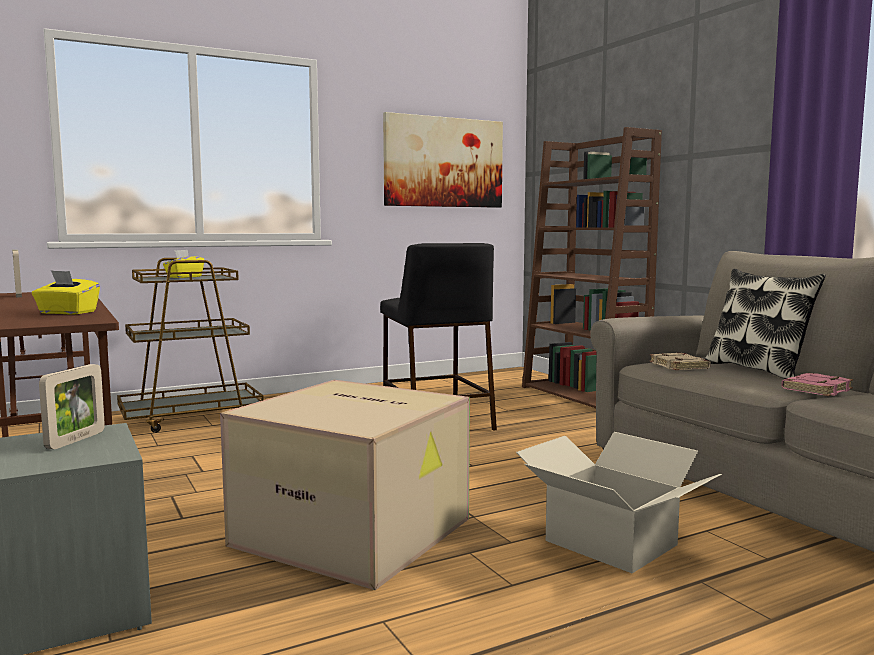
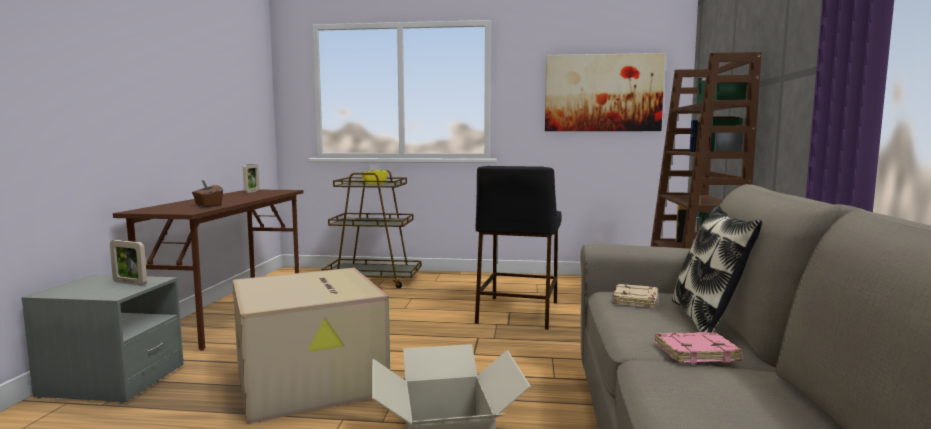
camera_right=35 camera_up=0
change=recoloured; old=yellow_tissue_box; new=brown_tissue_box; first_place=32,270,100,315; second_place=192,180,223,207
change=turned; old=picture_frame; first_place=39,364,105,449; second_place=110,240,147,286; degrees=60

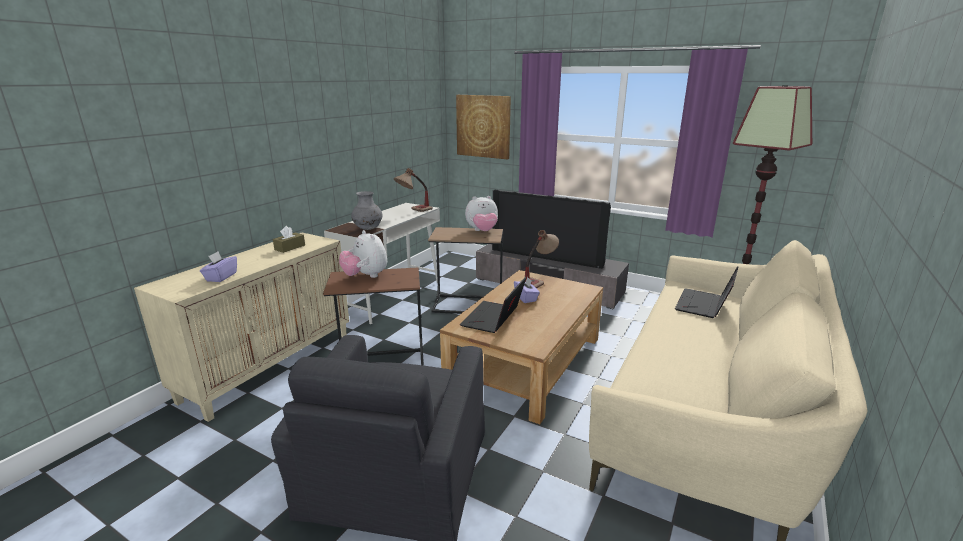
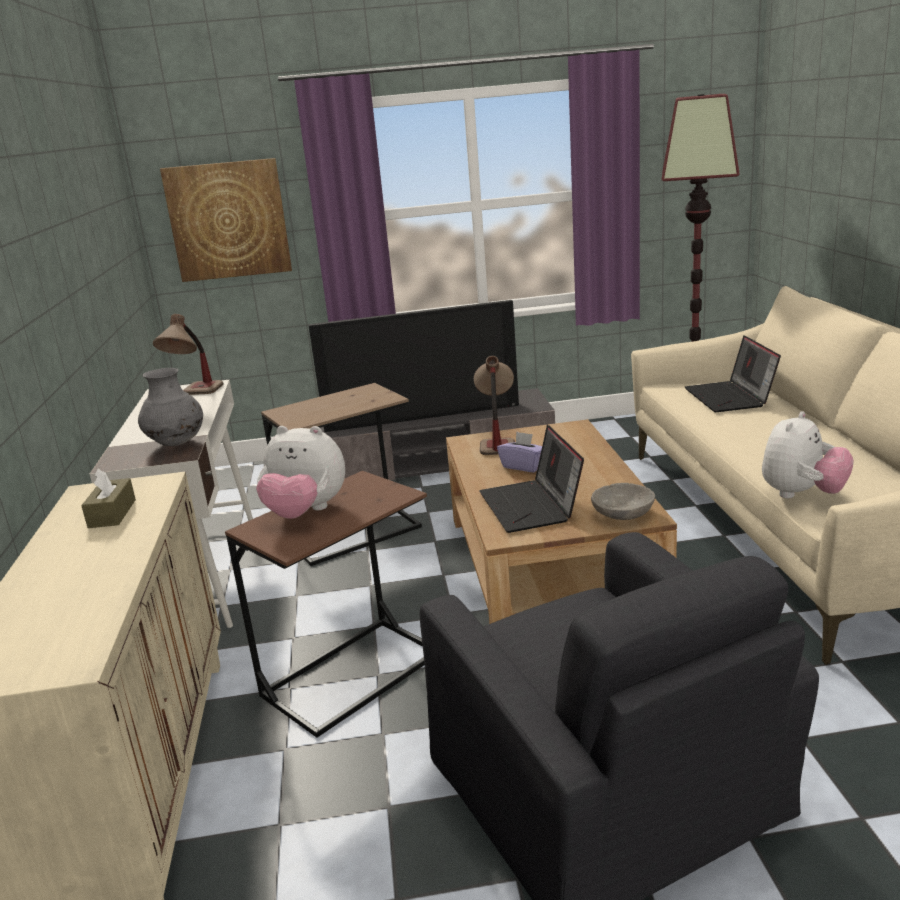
camera_right=-35 camera_up=0
change=moved; old=plush_toy; first_place=465,196,498,231; second_place=762,411,854,498
change=removed; old=purple_tissue_box; first_place=200,251,237,282
change=added; new=grey_bowl; second_place=591,483,655,520

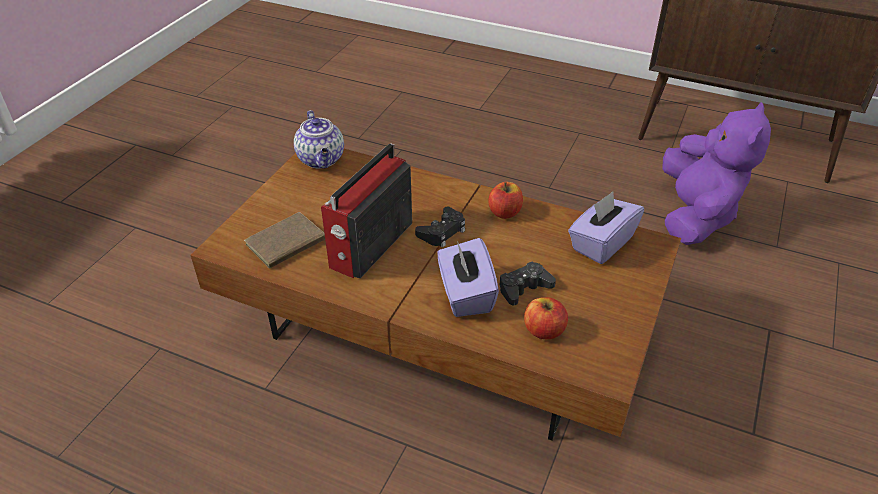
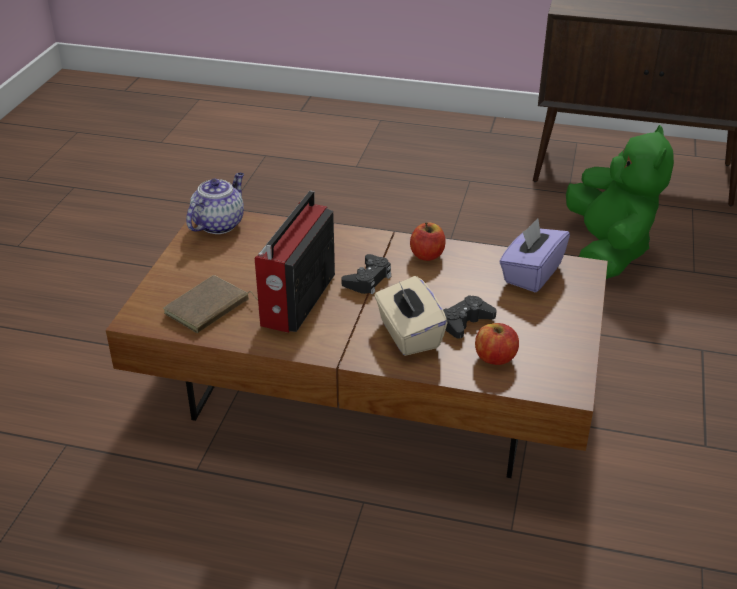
camera_right=-10 camera_up=-5
change=recoloured; old=purple_plush_toy; new=green_plush_toy; first_place=662,102,771,245; second_place=566,125,674,279
change=turned; old=teapot; first_place=294,110,344,169; second_place=186,173,244,234; degrees=-120
change=recoloured; old=purple_tissue_box; new=beige_tissue_box; first_place=437,238,499,317; second_place=374,276,448,356

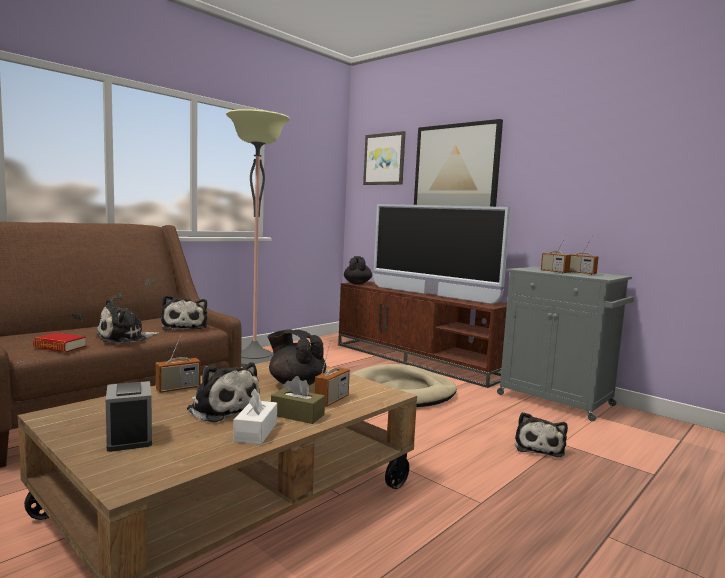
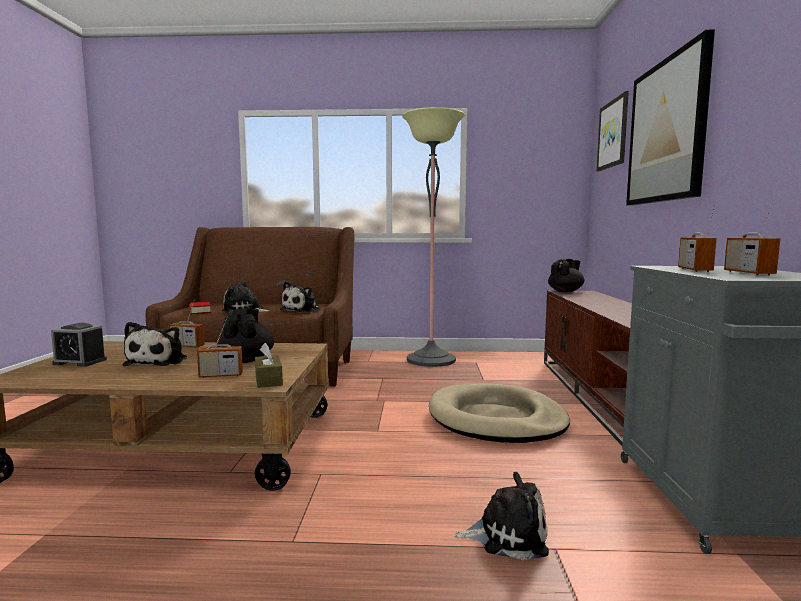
camera_right=50 camera_up=0
change=removed; old=television; first_place=373,204,511,304
change=moved; old=brown_tissue_box; first_place=271,376,325,424; second_place=255,343,283,388
change=turned; old=alarm_clock; first_place=106,381,152,452; second_place=51,323,107,367; degrees=75
change=removed; old=white_tissue_box; first_place=233,389,277,444
change=turned; old=plush_toy; first_place=515,412,568,457; second_place=454,472,549,560; degrees=-150

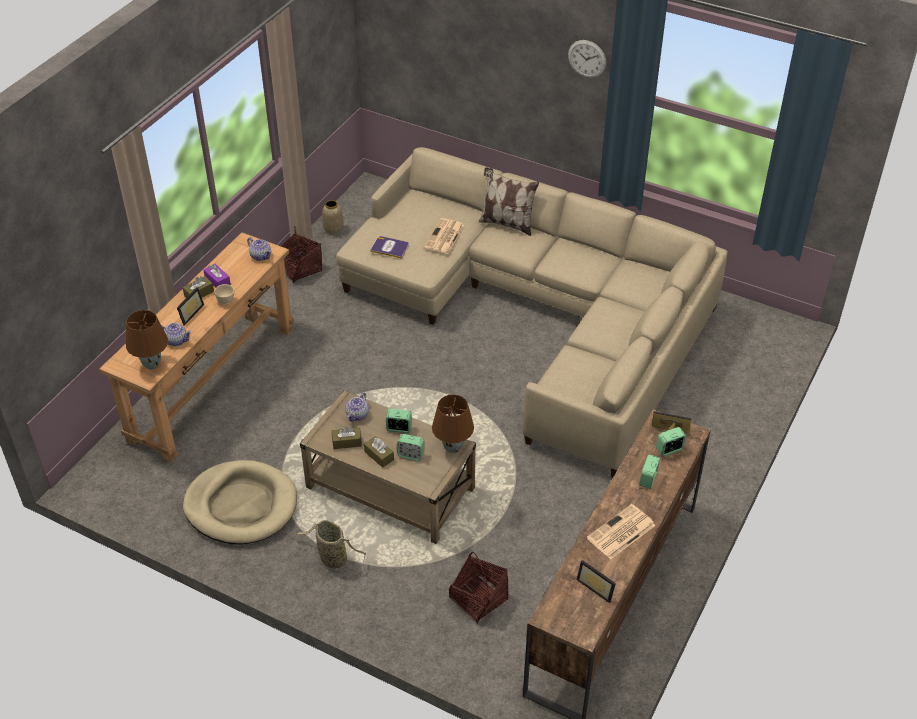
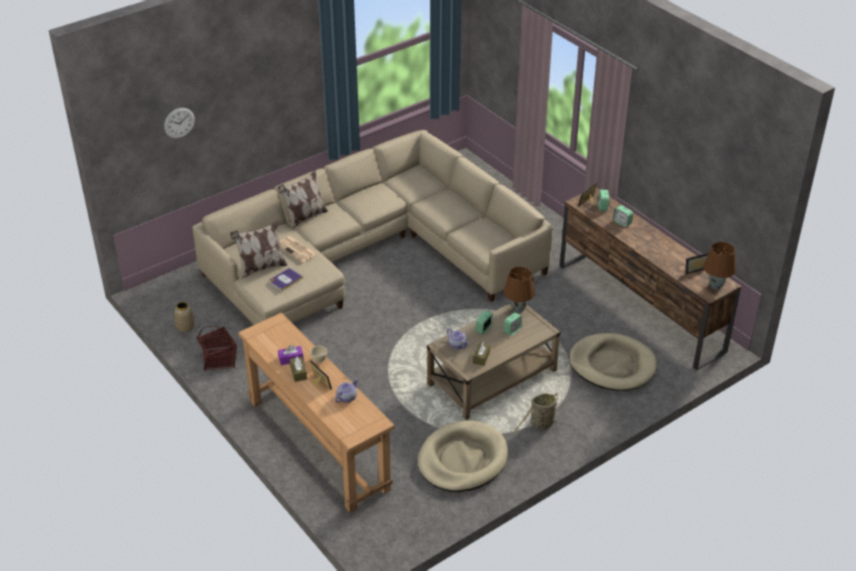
camera_right=-65 camera_up=-5
change=moved; old=wall_clock; first_place=568,40,606,78; second_place=164,108,195,139
change=removed; old=teapot; first_place=247,237,272,261
change=moved; old=brown_table_lamp; first_place=126,310,168,370; second_place=703,242,736,290
change=removed; old=brown_tissue_box; first_place=364,436,394,468
change=removed; old=newspaper; first_place=587,504,655,559
change=replaced; old=basket; new=beige_dog_bed; first_place=449,552,508,624; second_place=569,333,657,391
change=added; new=pillow; second_place=230,221,287,279

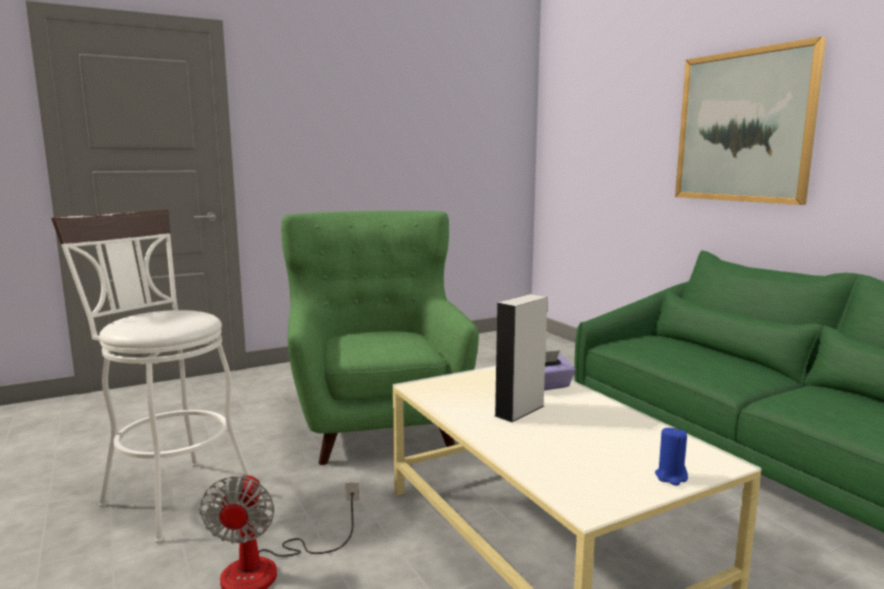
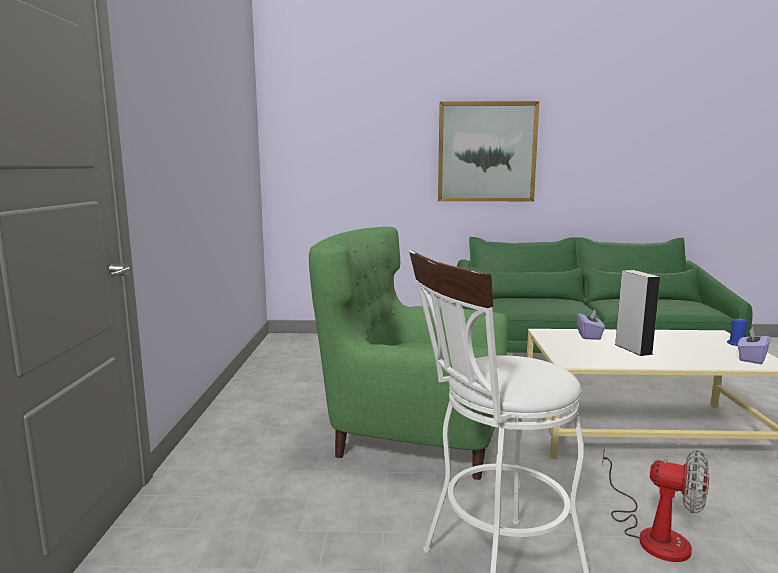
camera_right=-60 camera_up=0
change=added; new=purple_tissue_box; second_place=738,327,770,364

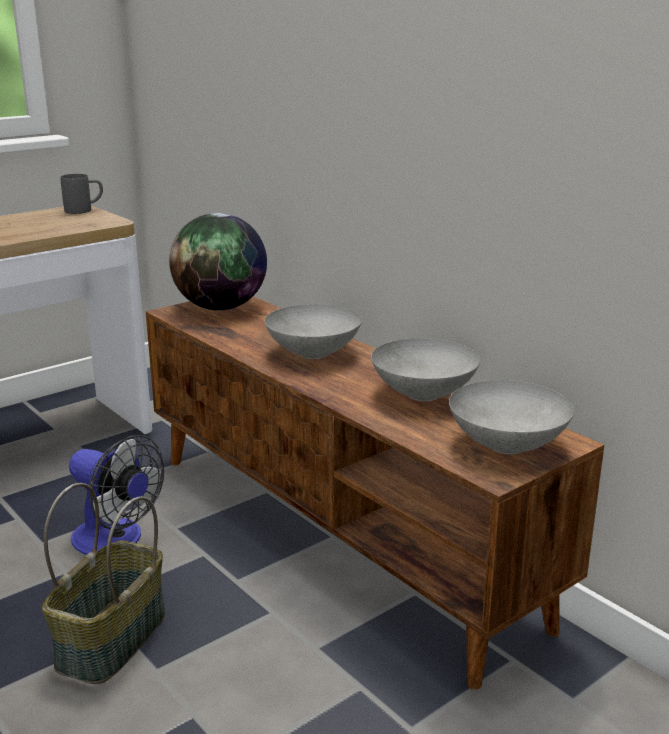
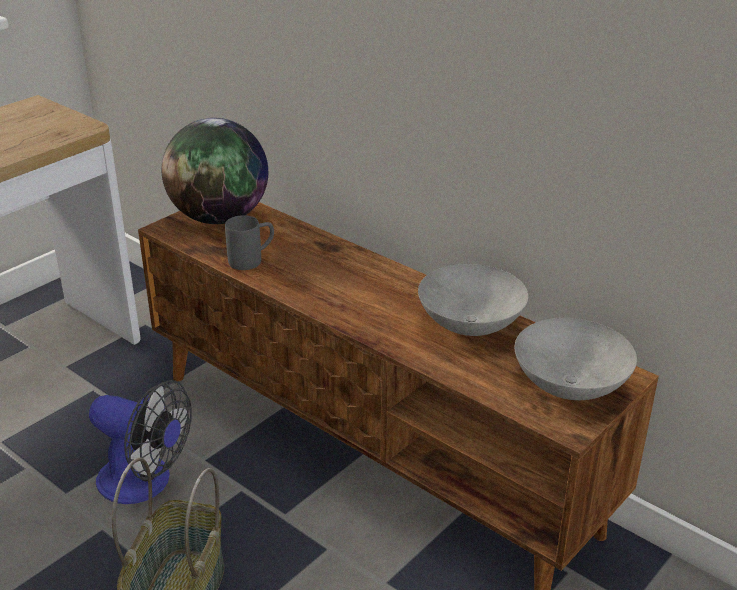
camera_right=-10 camera_up=10
change=moved; old=grey_mug; first_place=60,174,103,214; second_place=225,215,274,270
change=removed; old=grey_bowl; first_place=265,304,362,359

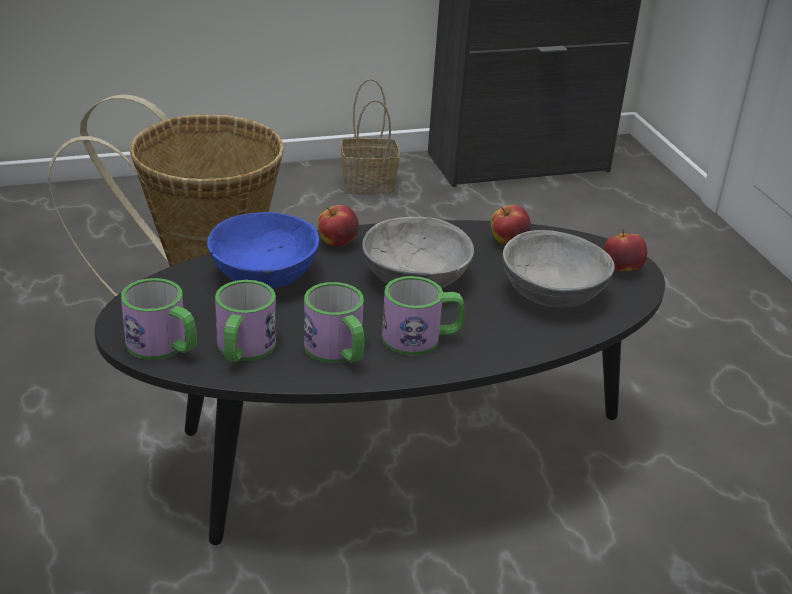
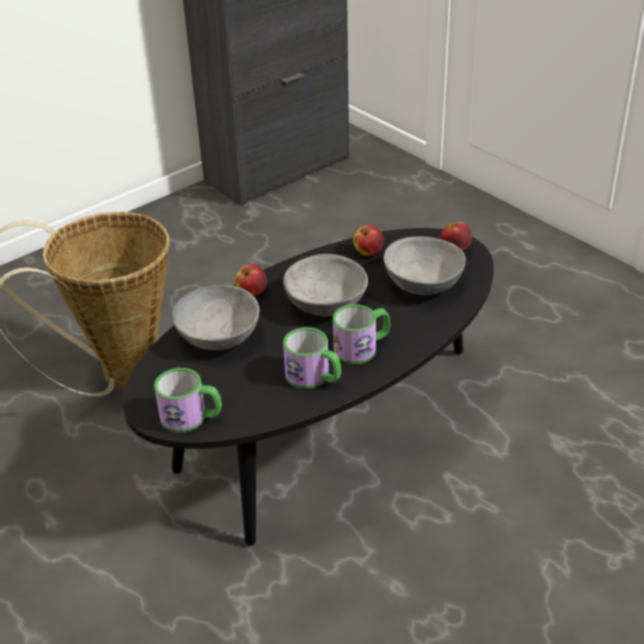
camera_right=-20 camera_up=5
change=removed; old=basket; first_place=341,78,399,194
change=recoloured; old=blue_bowl; new=grey_bowl; first_place=207,212,319,288; second_place=172,285,260,350
change=removed; old=mug; first_place=215,280,276,362

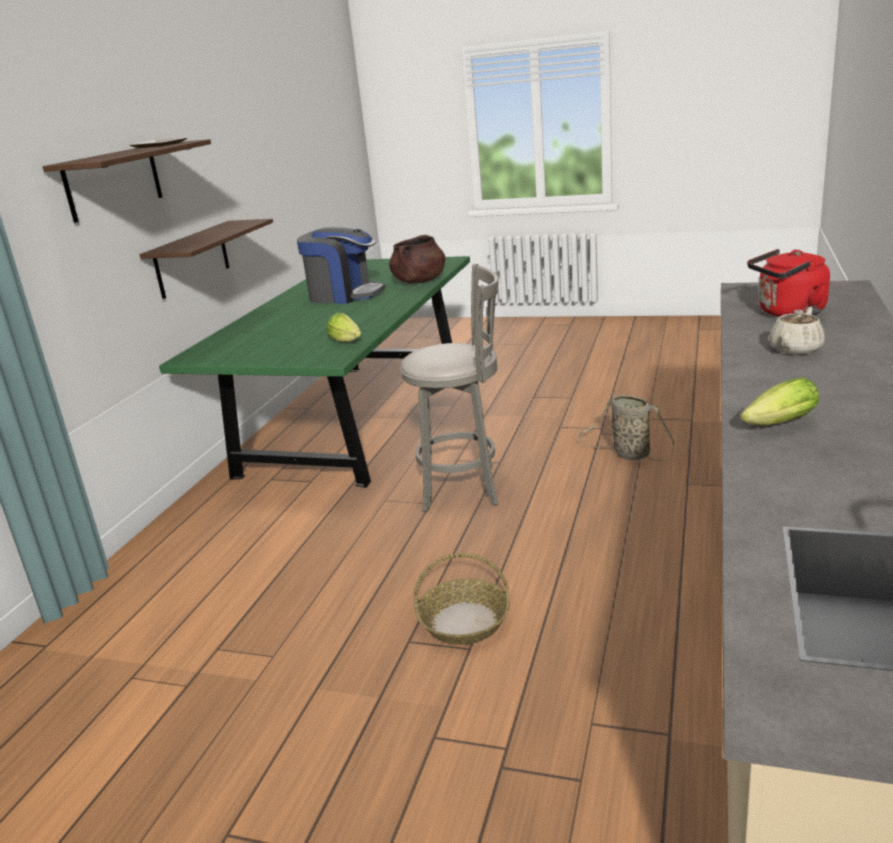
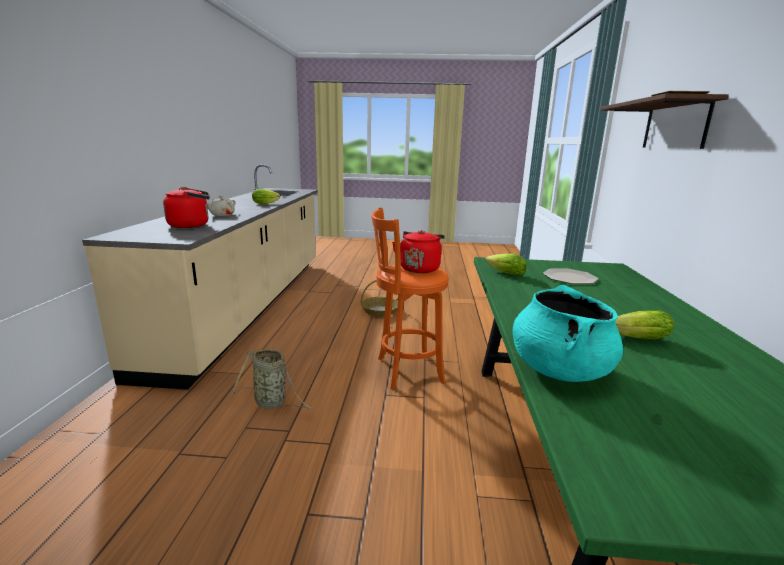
camera_right=165 camera_up=-5
change=removed; old=shelf; first_place=139,219,273,299
change=replaced; old=coffee_machine; new=lettuce; first_place=297,227,385,304; second_place=615,310,674,339
change=recoloured; old=brown_cooking_pot; new=turquoise_cooking_pot; first_place=389,235,445,283; second_place=513,285,623,382
change=recoloured; old=grey_stool; new=orange_stool; first_place=400,264,499,512; second_place=371,207,449,390
change=added; new=red_kettle; second_place=392,230,445,273
change=added; new=plate; second_place=543,269,598,284

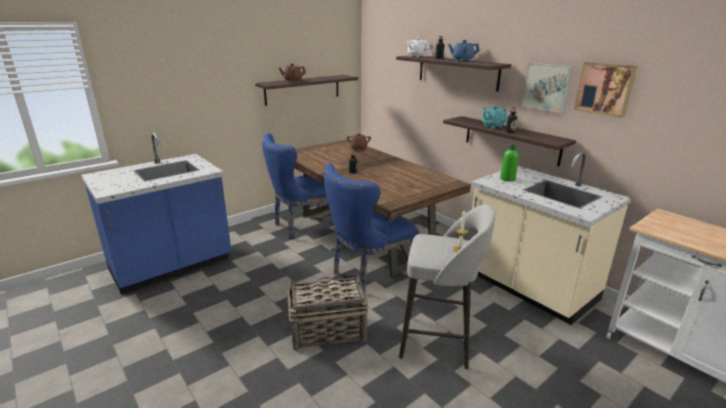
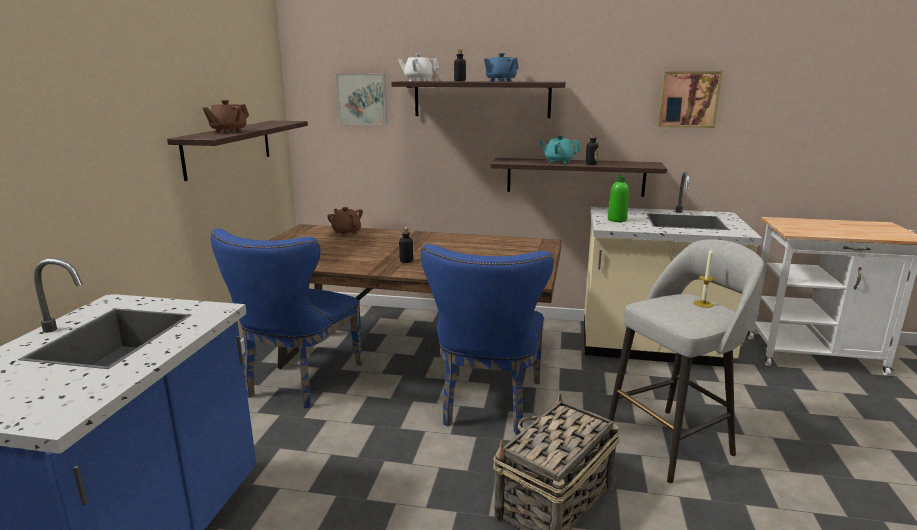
camera_right=-40 camera_up=-5
change=moved; old=picture; first_place=522,63,574,113; second_place=336,74,387,125

